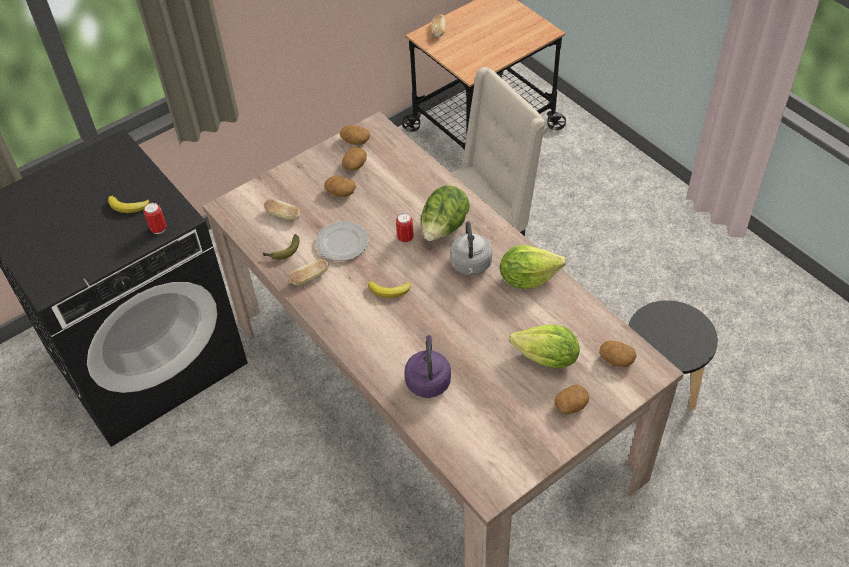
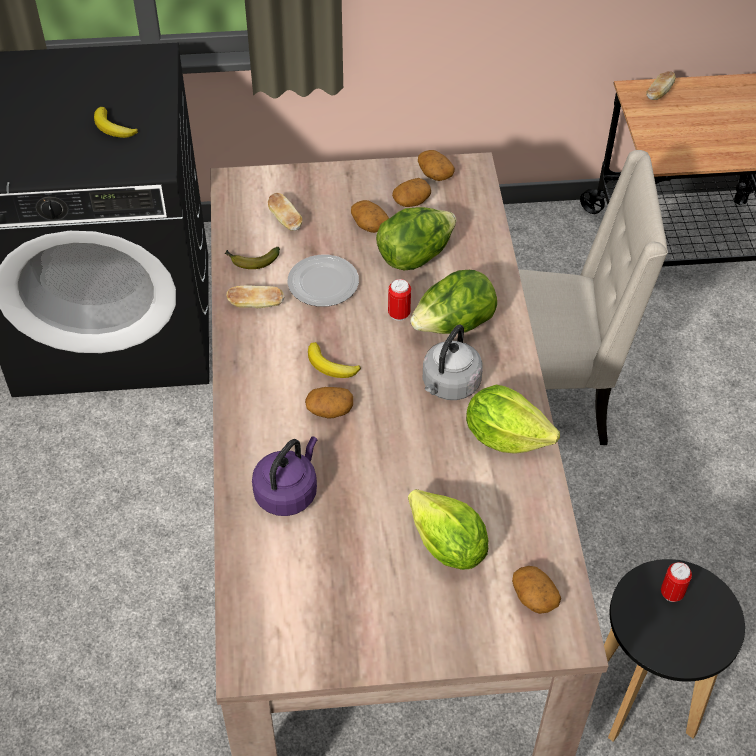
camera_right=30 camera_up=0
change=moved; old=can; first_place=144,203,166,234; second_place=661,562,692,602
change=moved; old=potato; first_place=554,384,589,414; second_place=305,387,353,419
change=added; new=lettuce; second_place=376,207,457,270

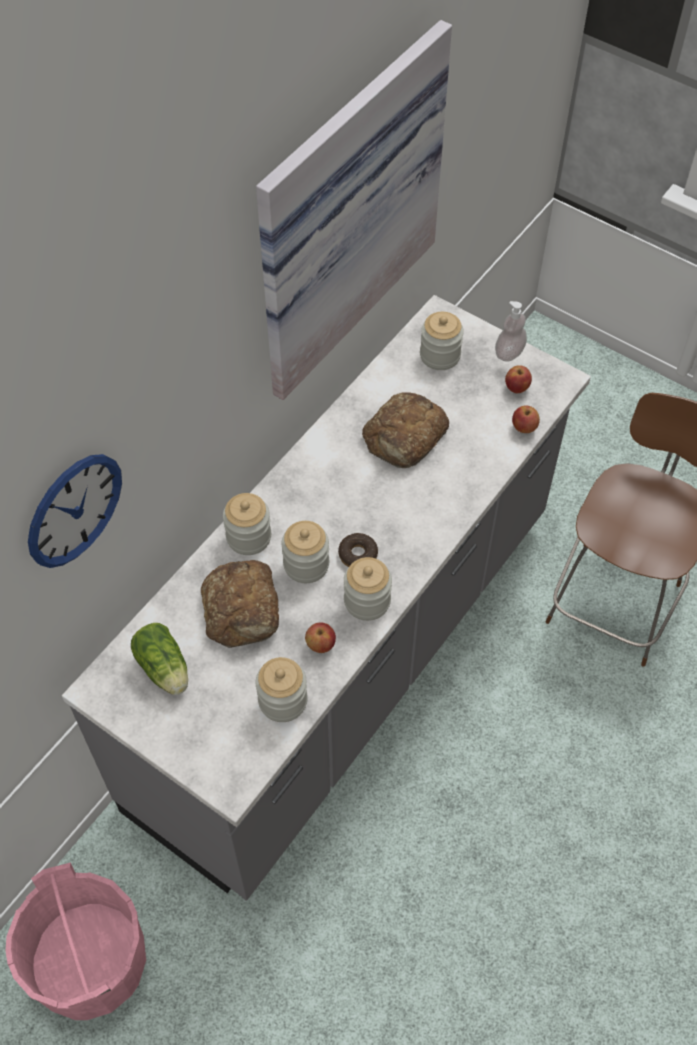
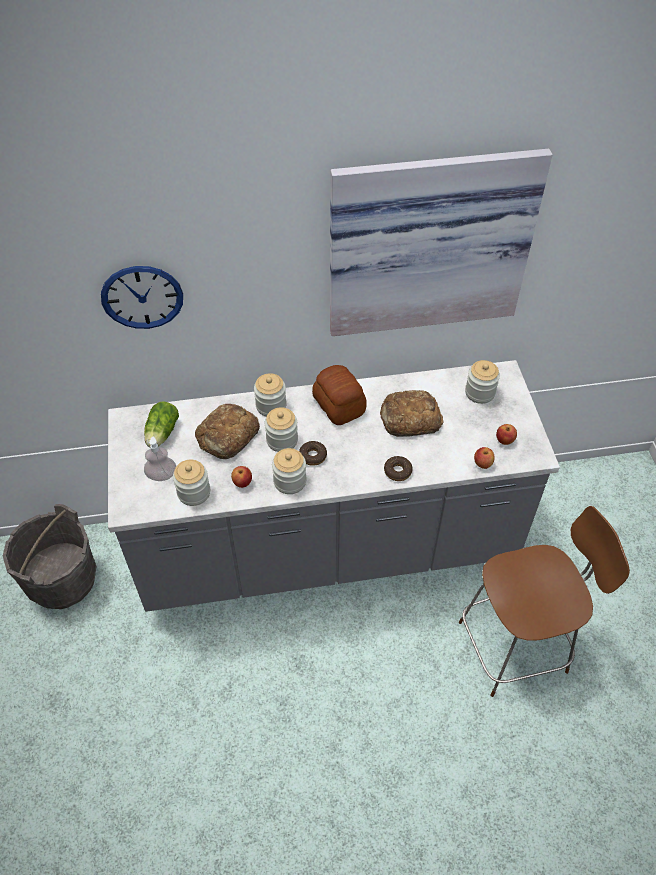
camera_right=45 camera_up=-5
change=moved; old=soap_dispenser; first_place=495,301,527,362; second_place=144,437,176,481
change=recoloured; old=pink_bucket; new=grey_bucket; first_place=6,862,146,1020; second_place=3,504,97,609
change=added; new=bread; second_place=312,365,367,425
change=added; new=donut; second_place=384,456,413,481

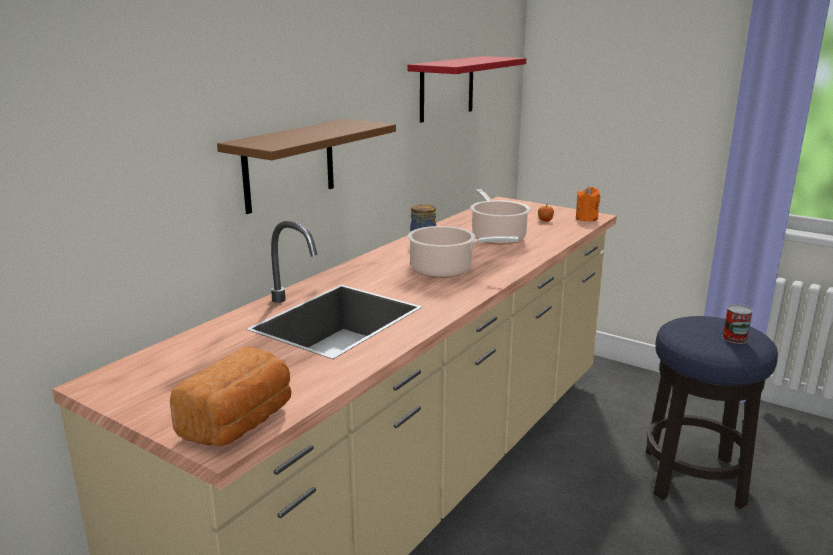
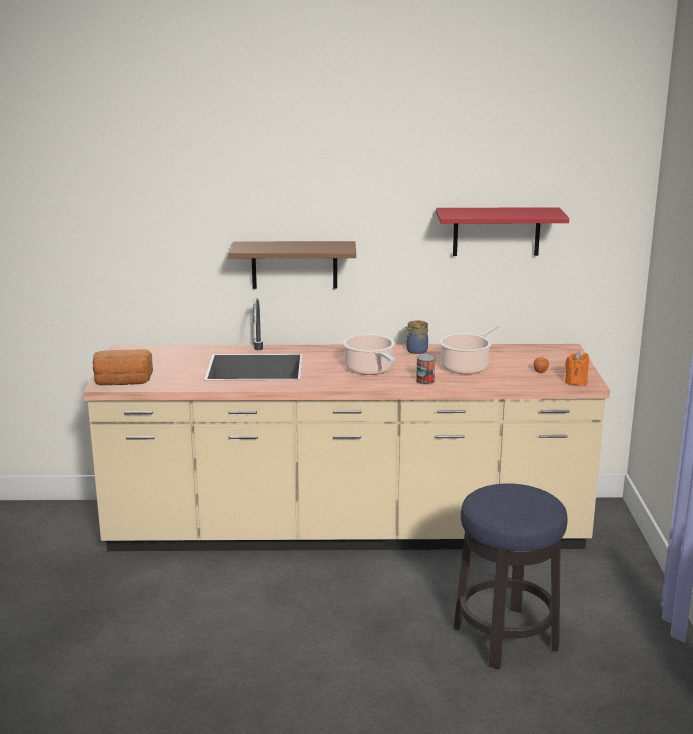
camera_right=55 camera_up=0
change=moved; old=can; first_place=722,304,753,344; second_place=416,354,436,385

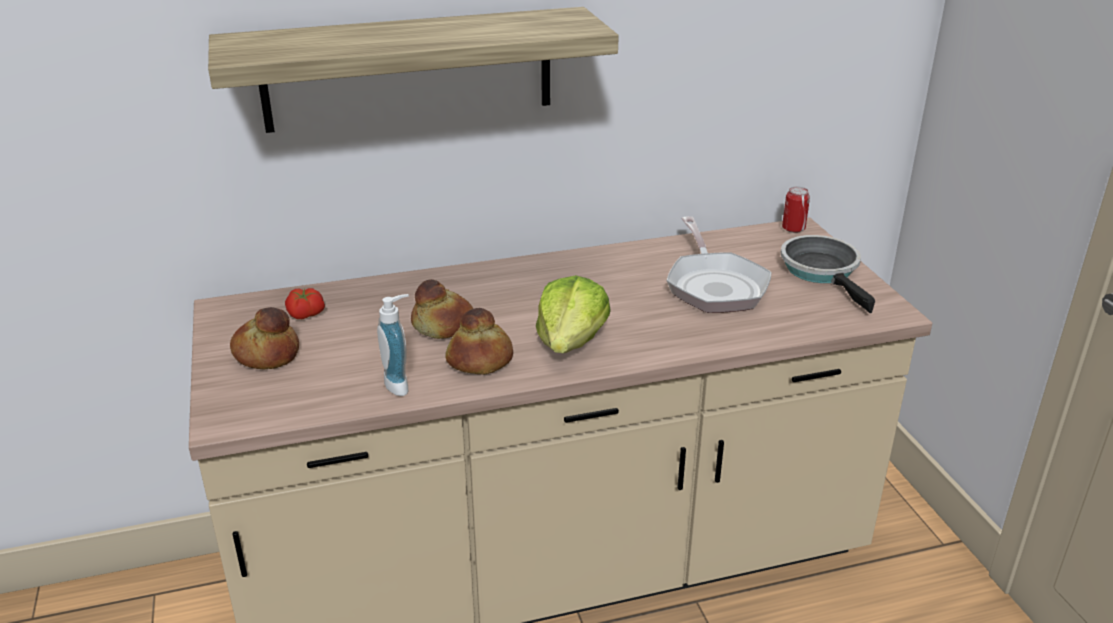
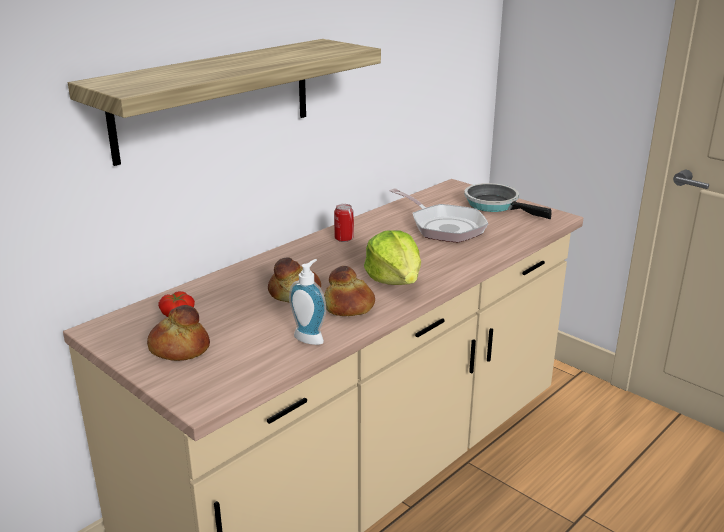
camera_right=-30 camera_up=-5
change=moved; old=can; first_place=782,186,810,233; second_place=334,204,354,242

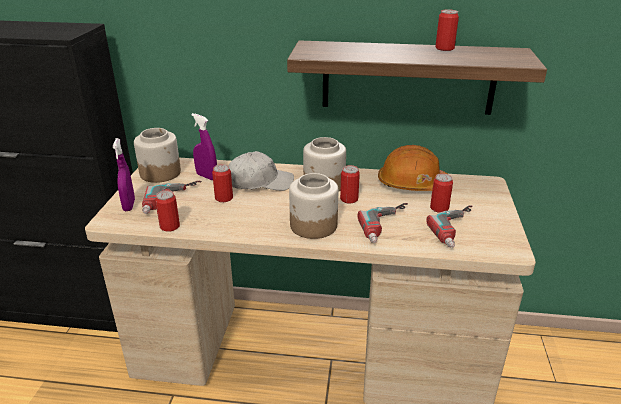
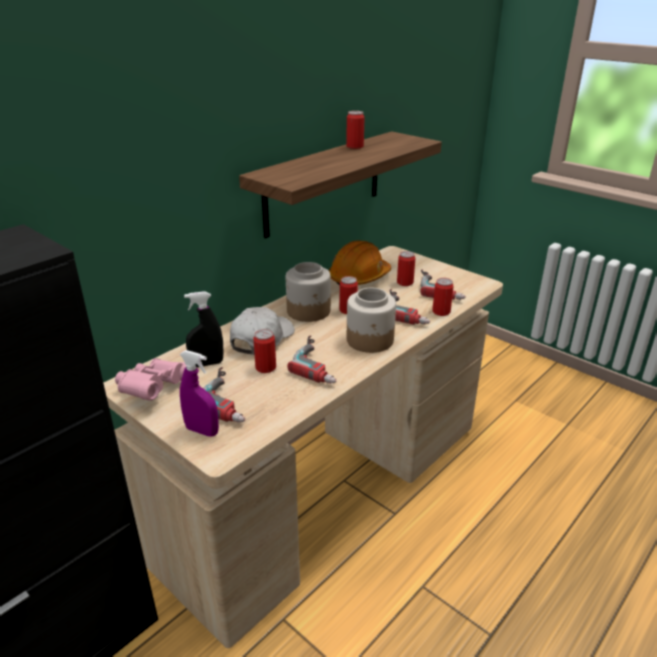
camera_right=-55 camera_up=0
change=recoloured; old=purple_spray_bottle; new=black_spray_bottle; first_place=191,113,217,180; second_place=184,291,223,367
change=replaced; old=jar; new=pink_binoculars; first_place=134,128,181,183; second_place=115,358,186,401
change=moved; old=can; first_place=155,190,180,232; second_place=432,278,454,316
change=added; new=power_drill; second_place=287,335,336,384

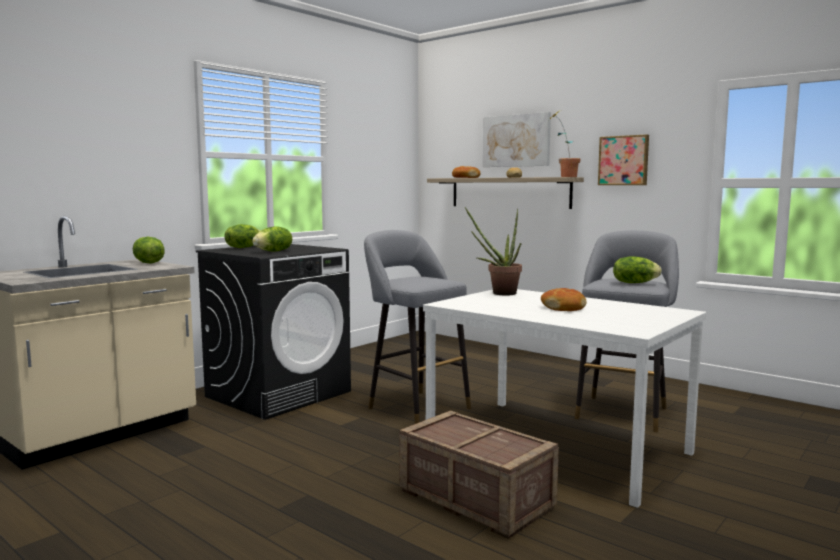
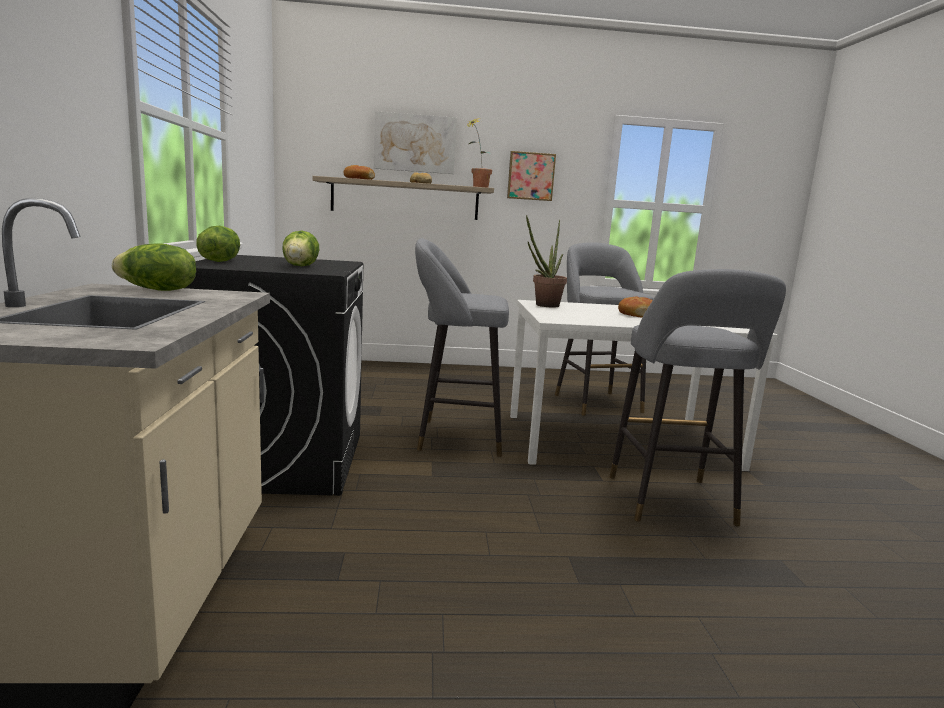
camera_right=-45 camera_up=5
change=removed; old=lettuce; first_place=613,256,661,283
change=replaced; old=crate; new=grey_stool; first_place=399,410,559,539; second_place=609,269,786,526

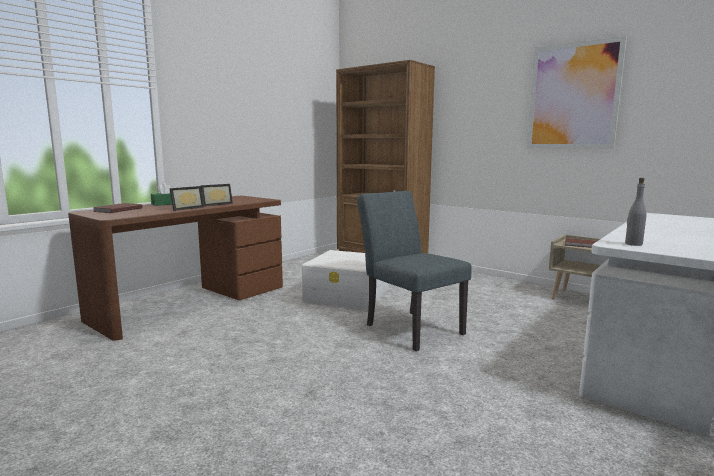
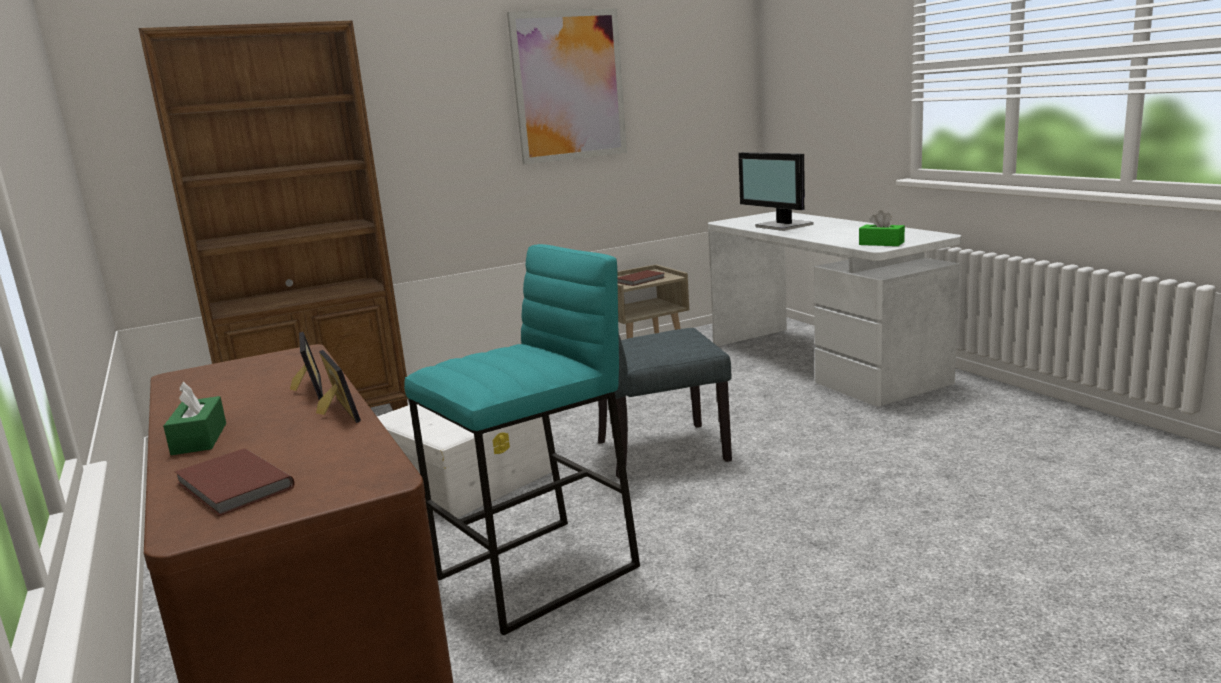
camera_right=-65 camera_up=5
change=replaced; old=grey_bottle; new=green_tissue_box; first_place=625,178,647,246; second_place=859,210,905,246
change=added; new=monitor; second_place=738,152,813,231
change=added; new=turquoise_stool; second_place=404,244,640,636

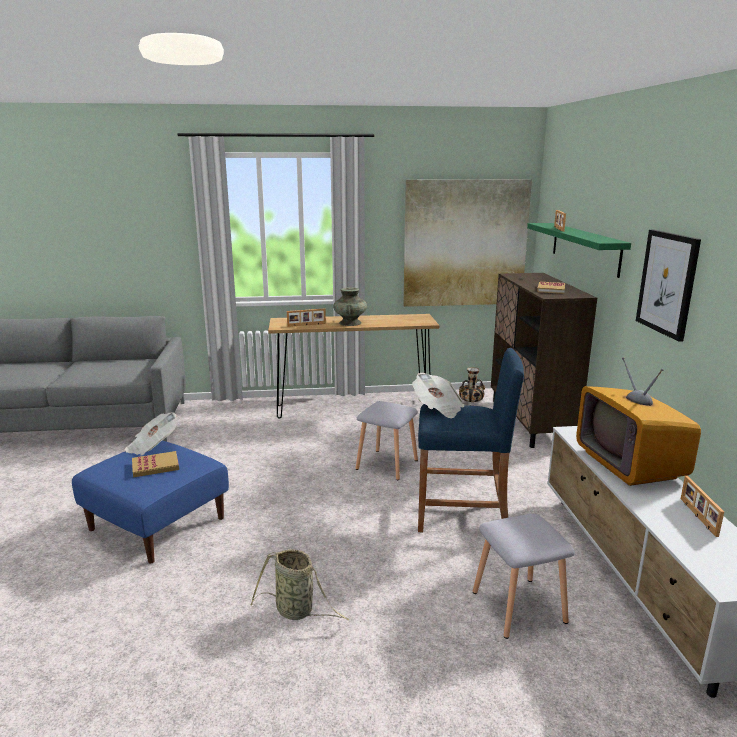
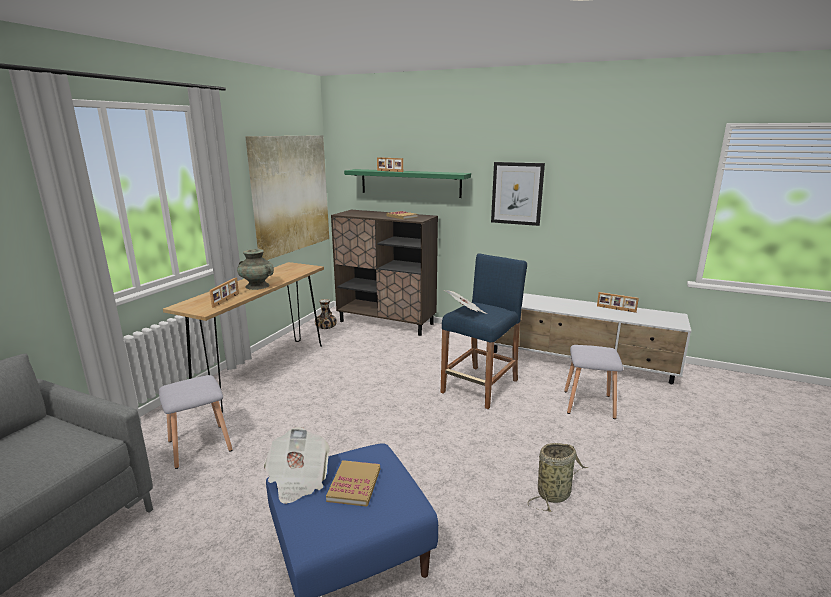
camera_right=-60 camera_up=0
change=removed; old=television; first_place=576,357,701,486
change=moved; old=grey_stool; first_place=356,401,418,481; second_place=159,375,232,469

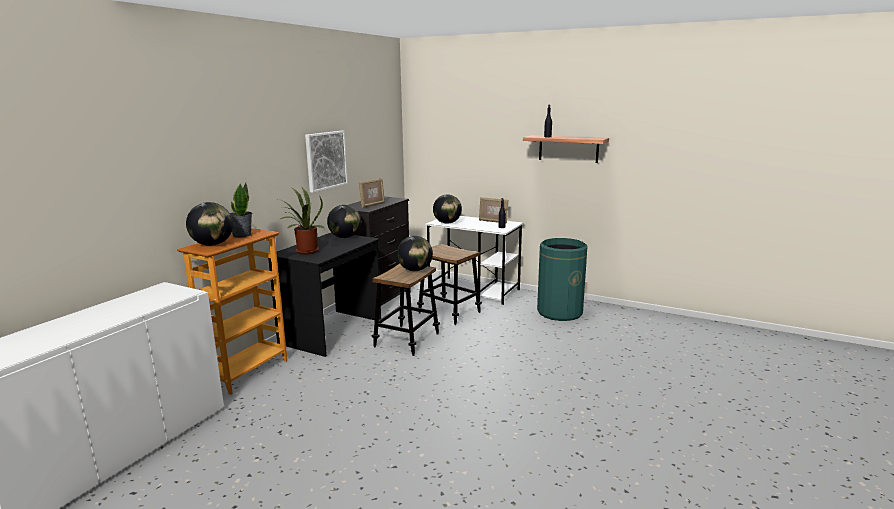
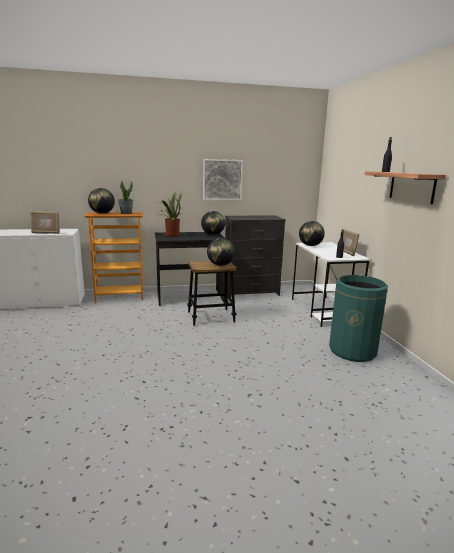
camera_right=50 camera_up=0
change=moved; old=picture_frame; first_place=359,178,385,208; second_place=30,211,60,234
change=removed; old=stool; first_place=417,244,482,325

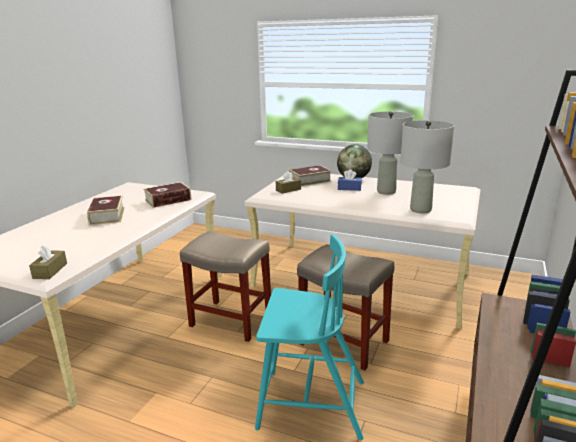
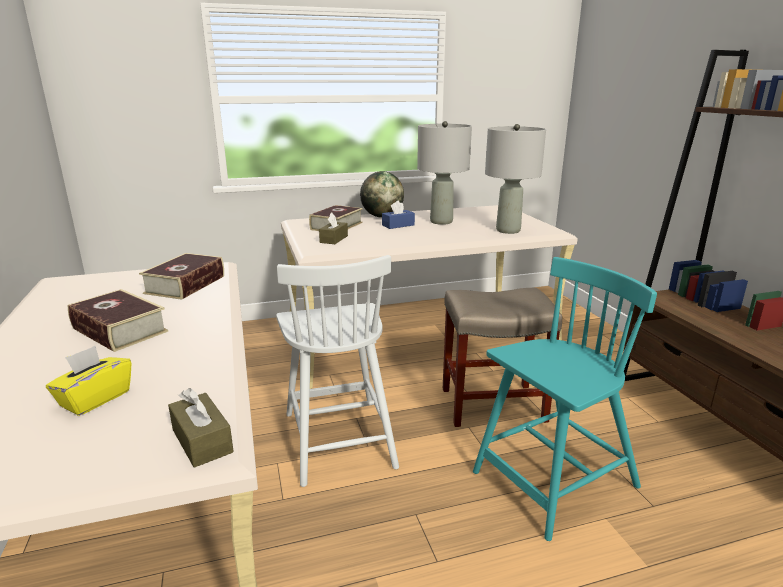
camera_right=-40 camera_up=0
change=replaced; old=beige_stool; new=white_chair; first_place=180,231,271,342; second_place=276,255,399,487
change=added; new=yellow_tissue_box; second_place=46,346,132,416

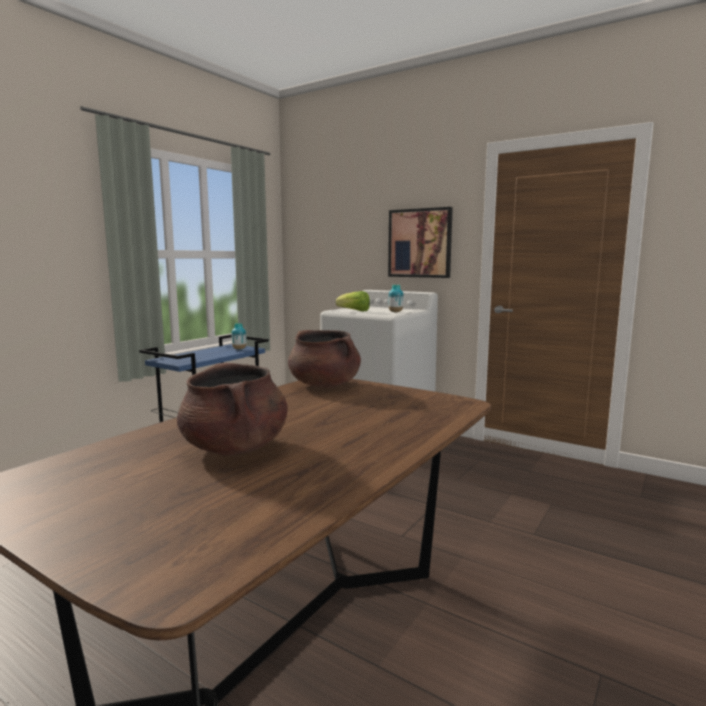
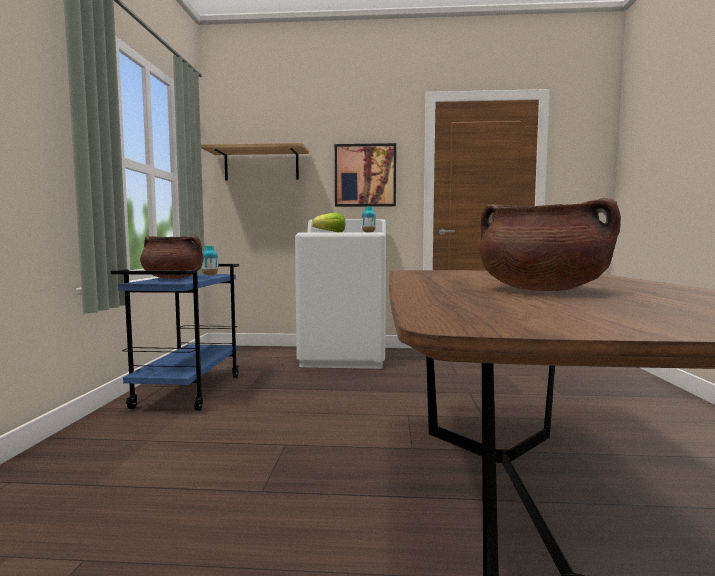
camera_right=-30 camera_up=-5
change=moved; old=brown_cooking_pot; first_place=288,330,361,388; second_place=140,236,203,279
change=added; new=shelf; second_place=201,143,309,180

